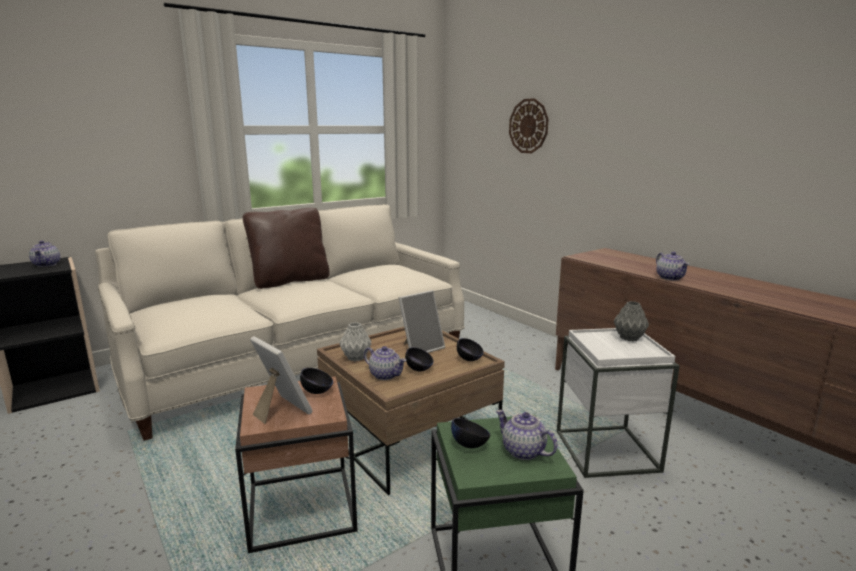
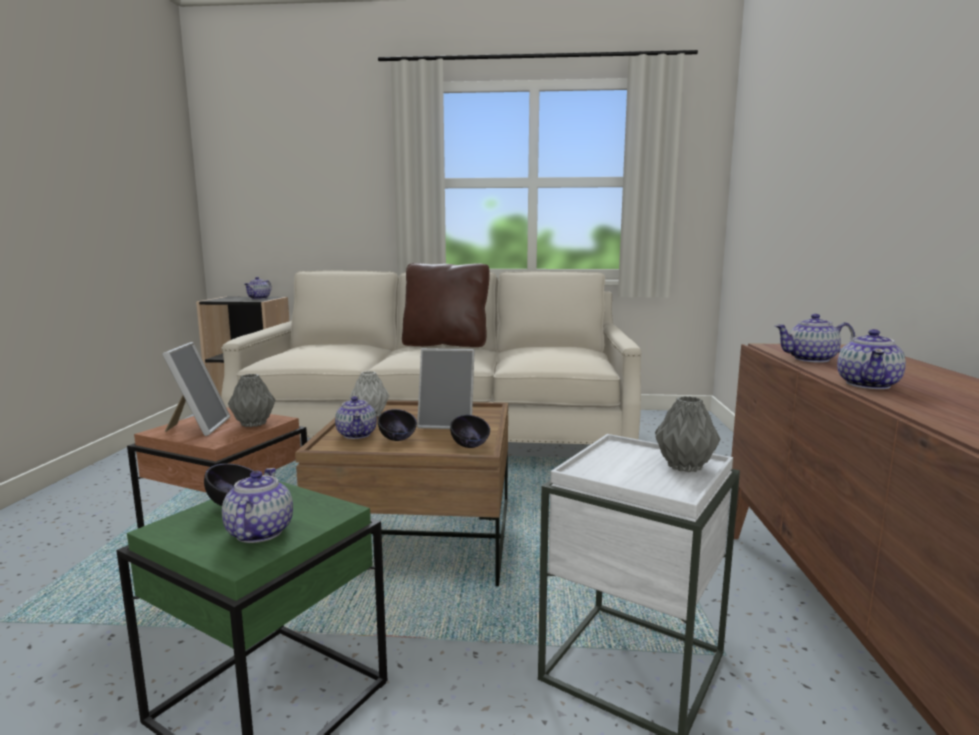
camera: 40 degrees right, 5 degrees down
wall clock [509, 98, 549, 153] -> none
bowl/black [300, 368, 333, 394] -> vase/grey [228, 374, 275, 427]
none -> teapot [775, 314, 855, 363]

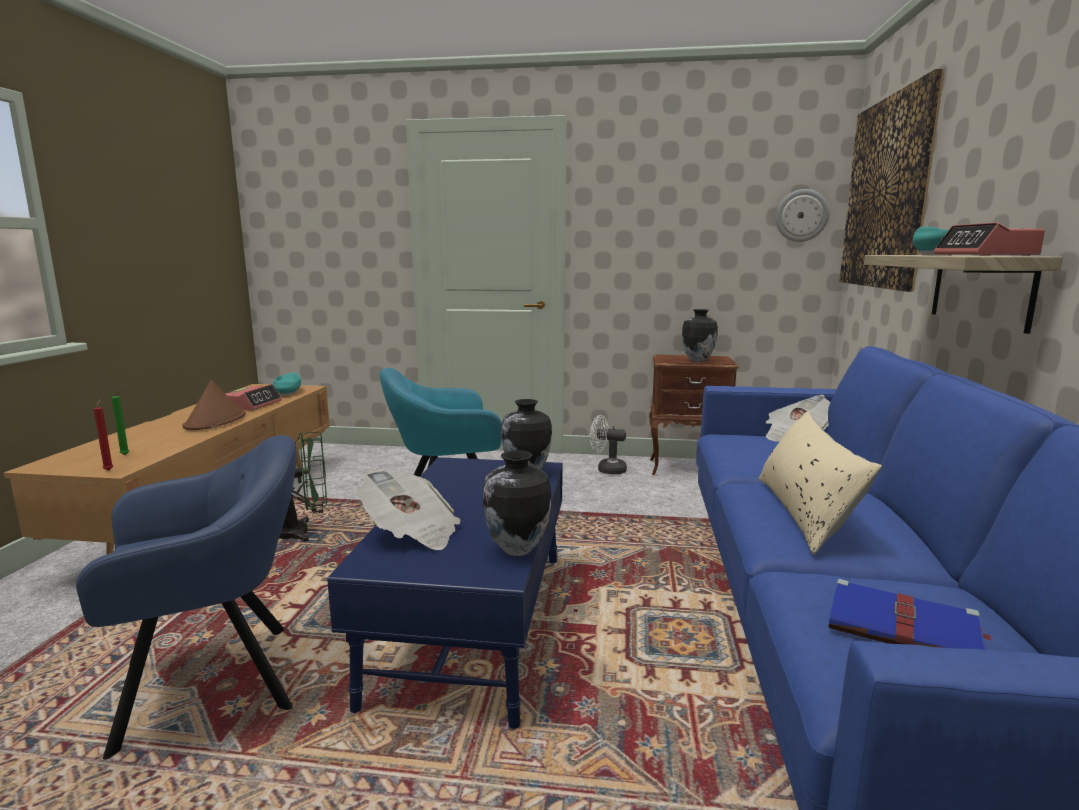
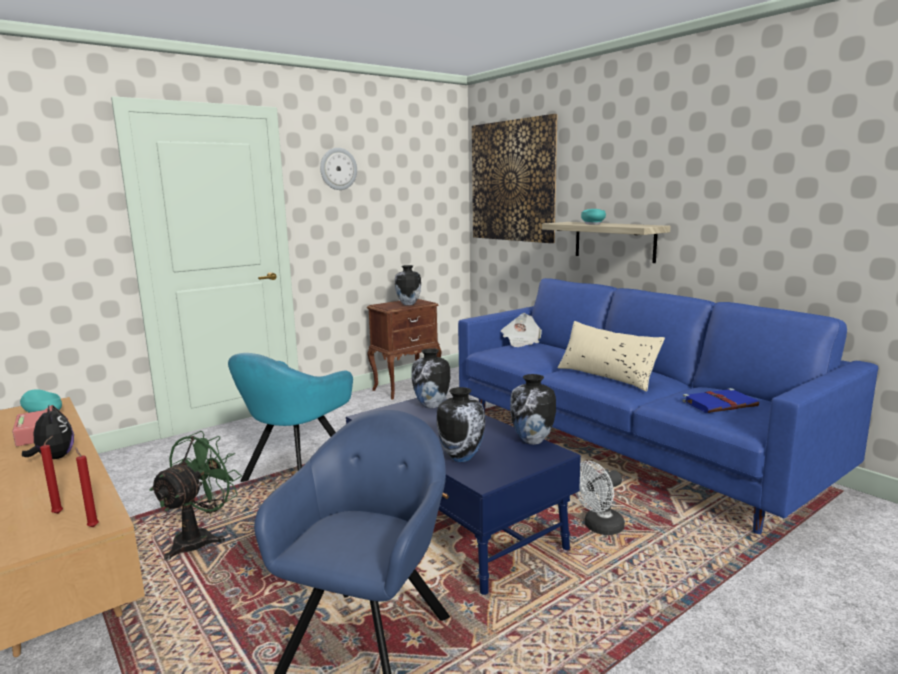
camera: 45 degrees left, 0 degrees up
wall clock [776, 189, 829, 242] -> wall clock [320, 148, 357, 190], moved
alarm clock [934, 222, 1045, 256] -> none
hat/brown [183, 380, 246, 430] -> plush toy [22, 405, 74, 459]
candle/green [111, 390, 129, 455] -> candle/red [40, 436, 63, 514]
fan/white [590, 415, 627, 474] -> fan/white [575, 461, 625, 535], moved
newspaper [357, 470, 461, 550] -> vase [437, 387, 485, 462]

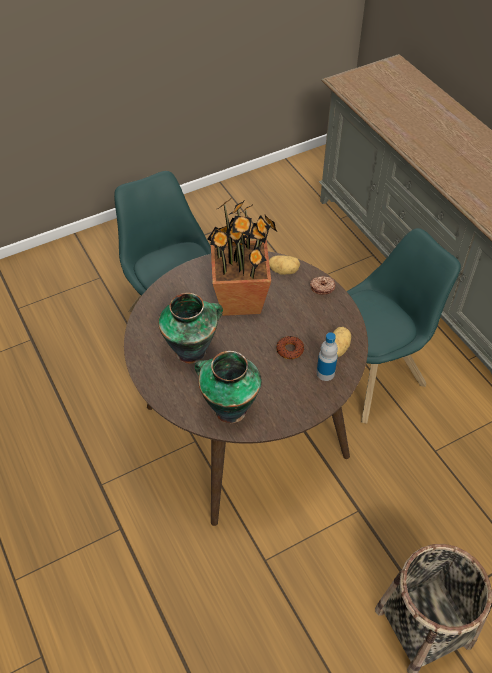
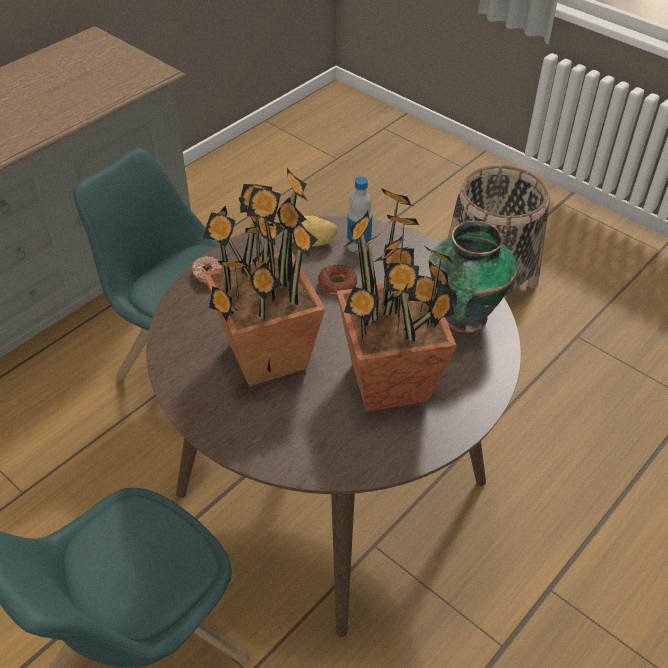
camera: 110 degrees left, 5 degrees down
potato [269, 255, 300, 275] -> none
vase [158, 293, 223, 364] -> potted plant [337, 188, 456, 412]

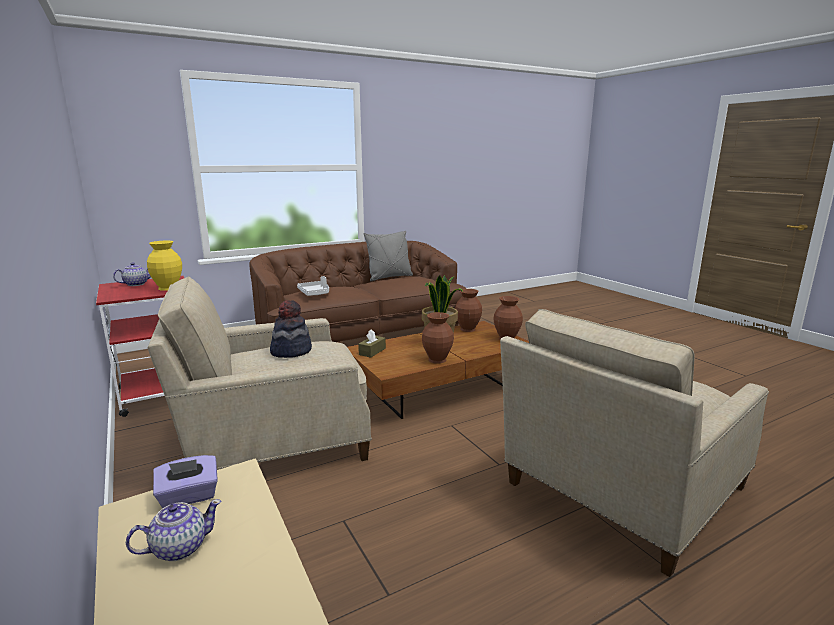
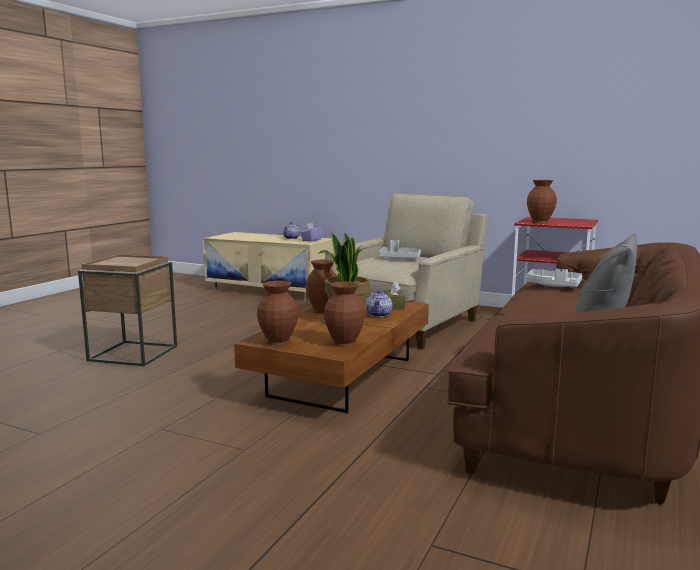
camera: 145 degrees right, 5 degrees down
vase/yellow [147, 241, 182, 291] -> vase/brown [527, 180, 557, 223]
teapot [113, 262, 151, 286] -> teapot [366, 290, 392, 317], moved
hat [270, 300, 312, 358] -> tray/grey [379, 240, 421, 259]
armchair/beige [500, 309, 769, 577] -> side table/brown [78, 254, 177, 366]

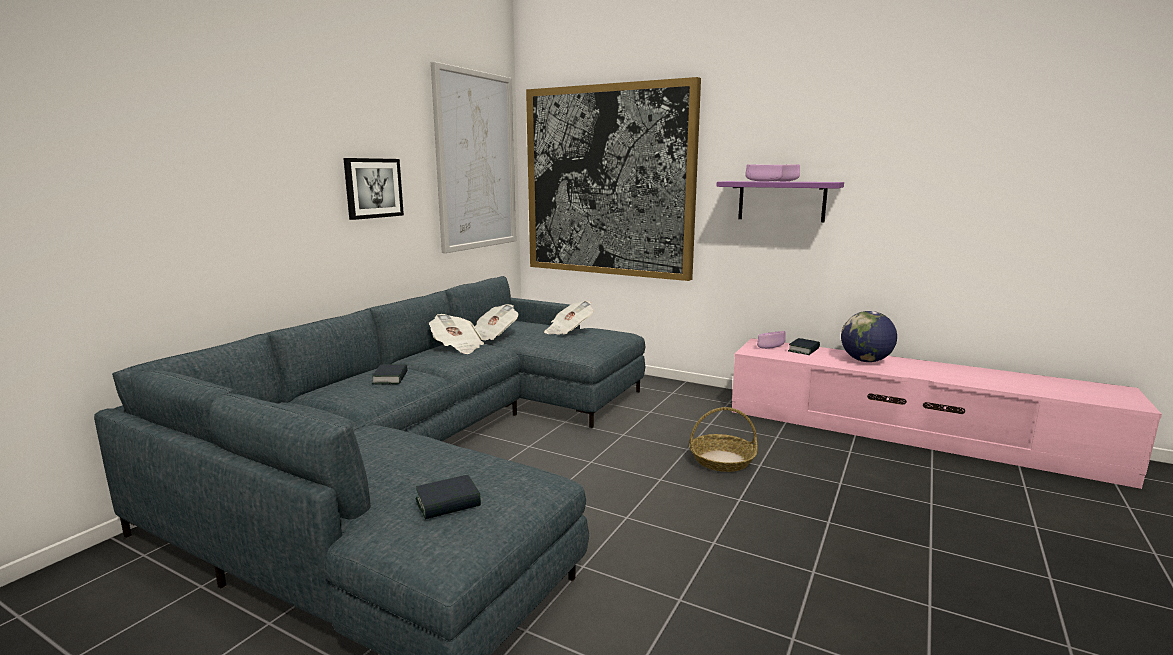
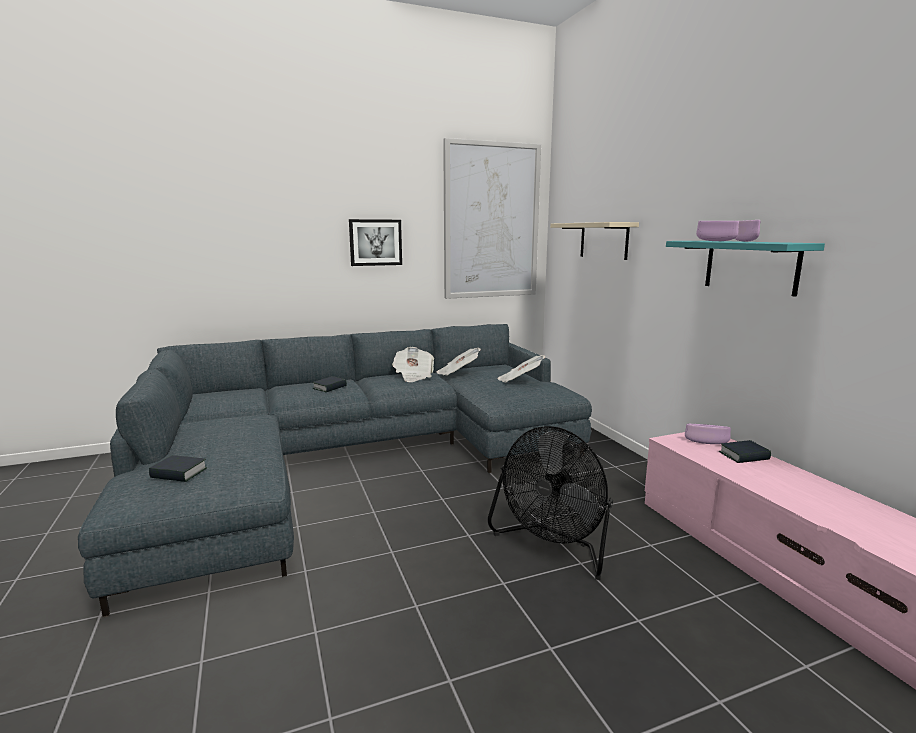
camera: 40 degrees right, 0 degrees up
picture [526, 77, 701, 281] -> shelf/beige [550, 222, 639, 260]
shelf/purple [717, 181, 844, 222] -> shelf/turquoise [666, 241, 825, 297]
globe [841, 311, 897, 362] -> none
basket [689, 407, 758, 472] -> fan/black [488, 426, 613, 580]

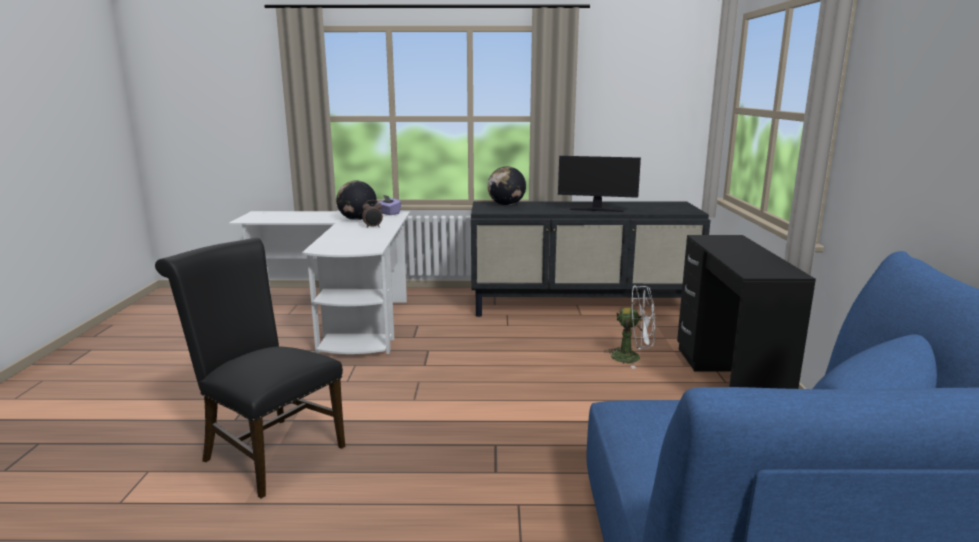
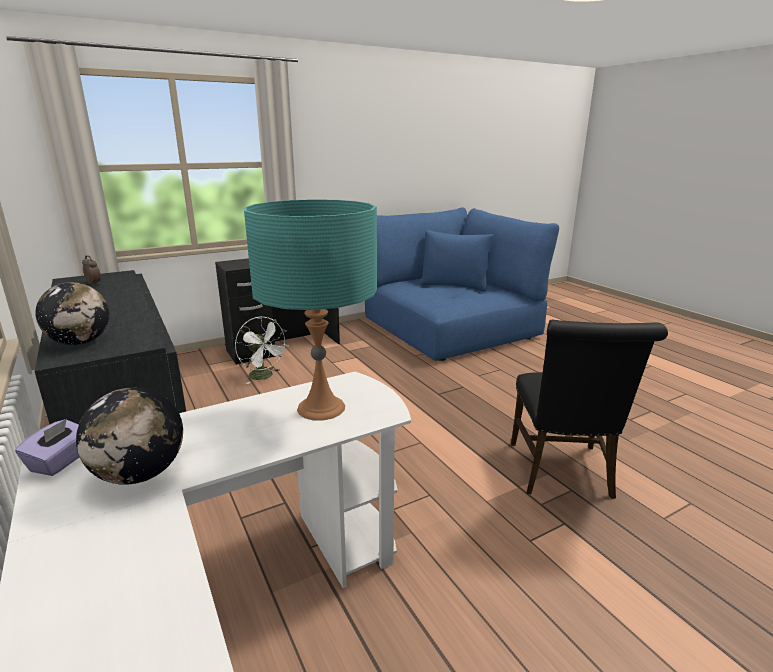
camera: 120 degrees left, 5 degrees up
monitor [558, 156, 641, 212] -> none
alarm clock [362, 200, 383, 228] -> alarm clock [82, 255, 101, 286], moved
fan/white [605, 285, 656, 369] -> fan/white [235, 317, 289, 384], 150 degrees clockwise
none -> table lamp/turquoise [244, 199, 377, 420]

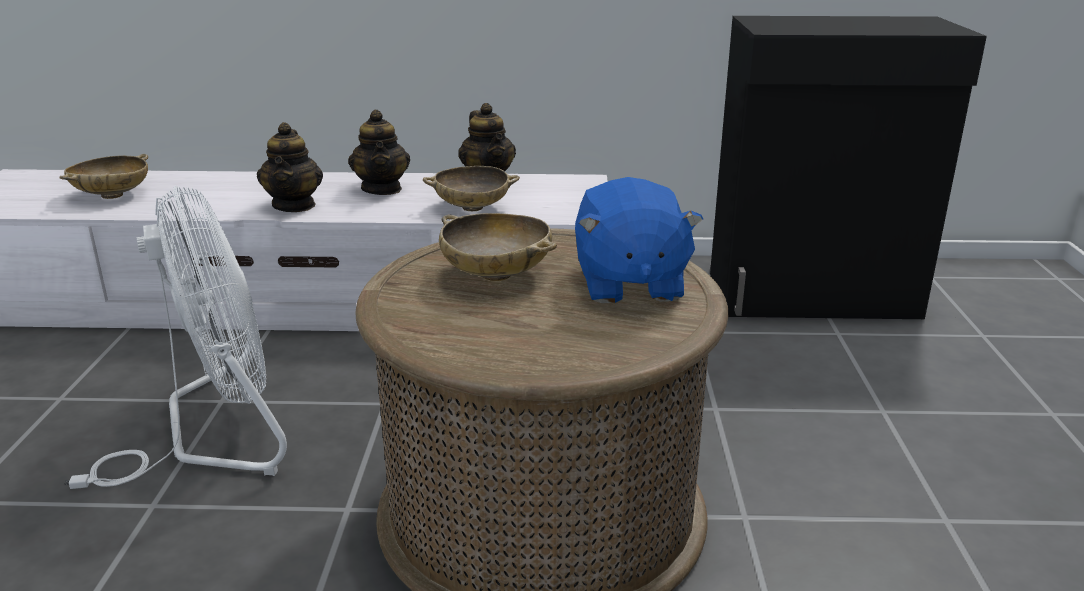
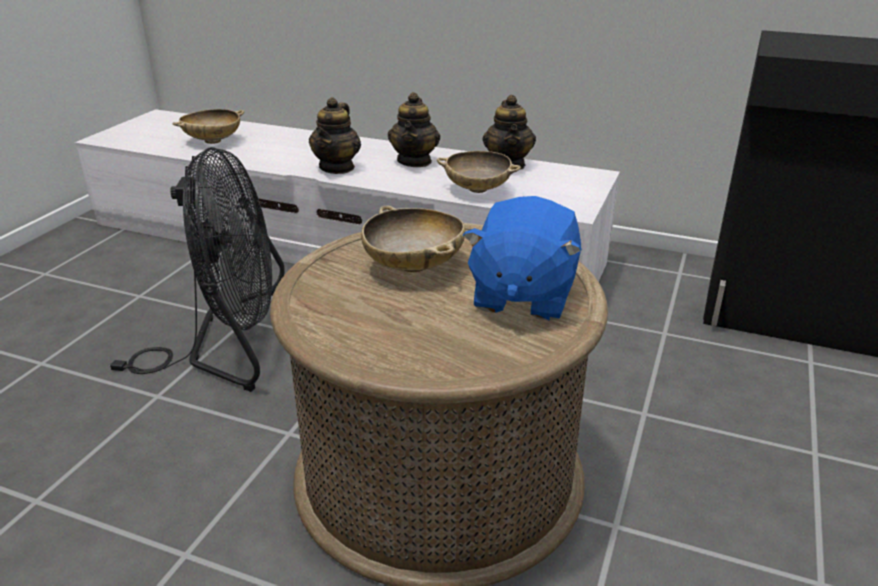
camera: 20 degrees right, 5 degrees up
fan/white [64, 186, 287, 489] -> fan/black [110, 147, 285, 392]

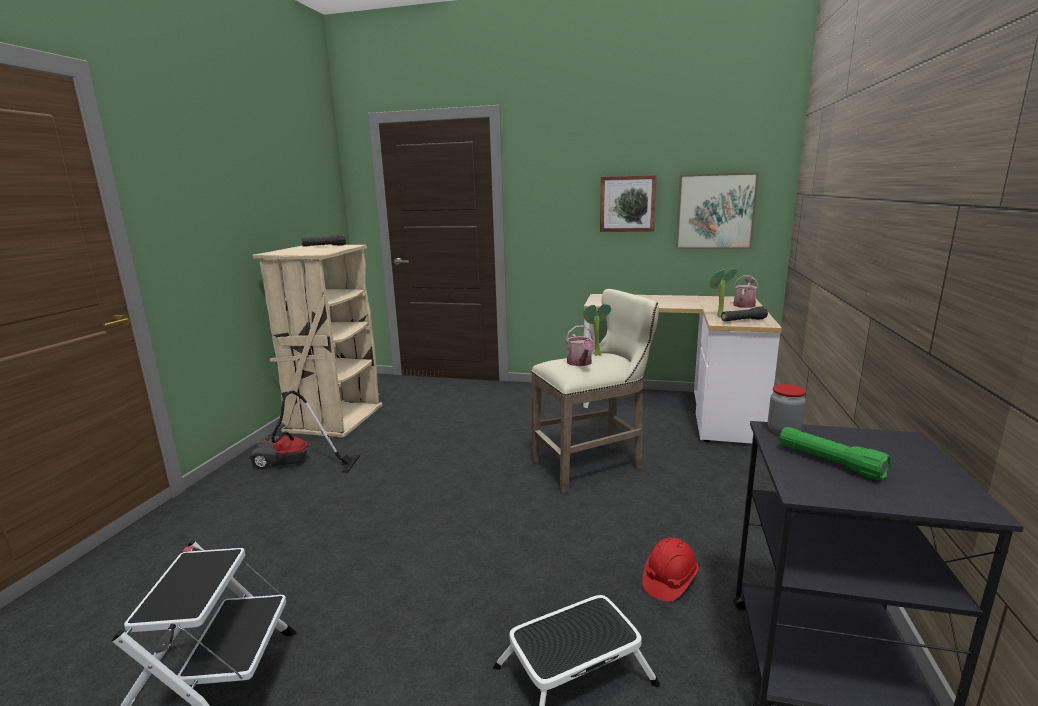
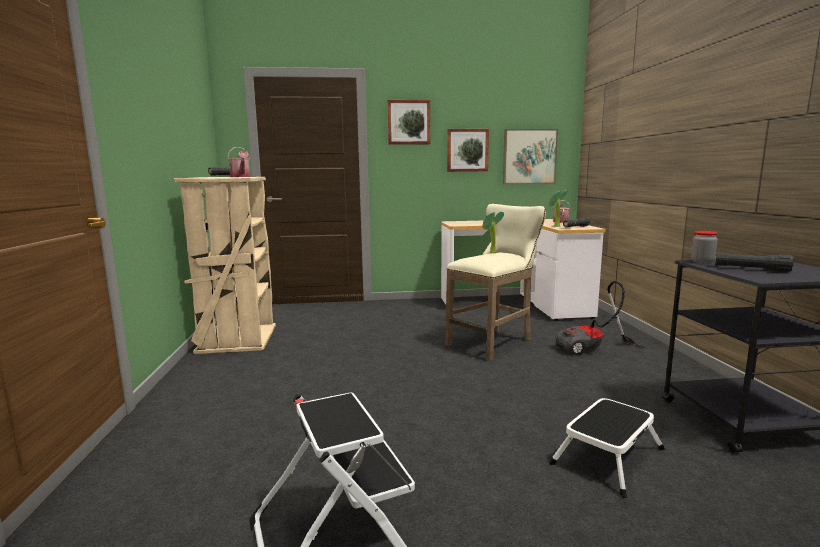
camera: 20 degrees left, 5 degrees down
watering can [565, 325, 595, 366] -> watering can [227, 147, 251, 177], moved
vacuum cleaner [249, 391, 360, 473] -> vacuum cleaner [555, 281, 645, 355], moved
flashlight/green [779, 427, 892, 480] -> flashlight/black [715, 253, 794, 272]
hard hat/red [642, 537, 699, 602] -> none
none -> picture [387, 100, 430, 145]

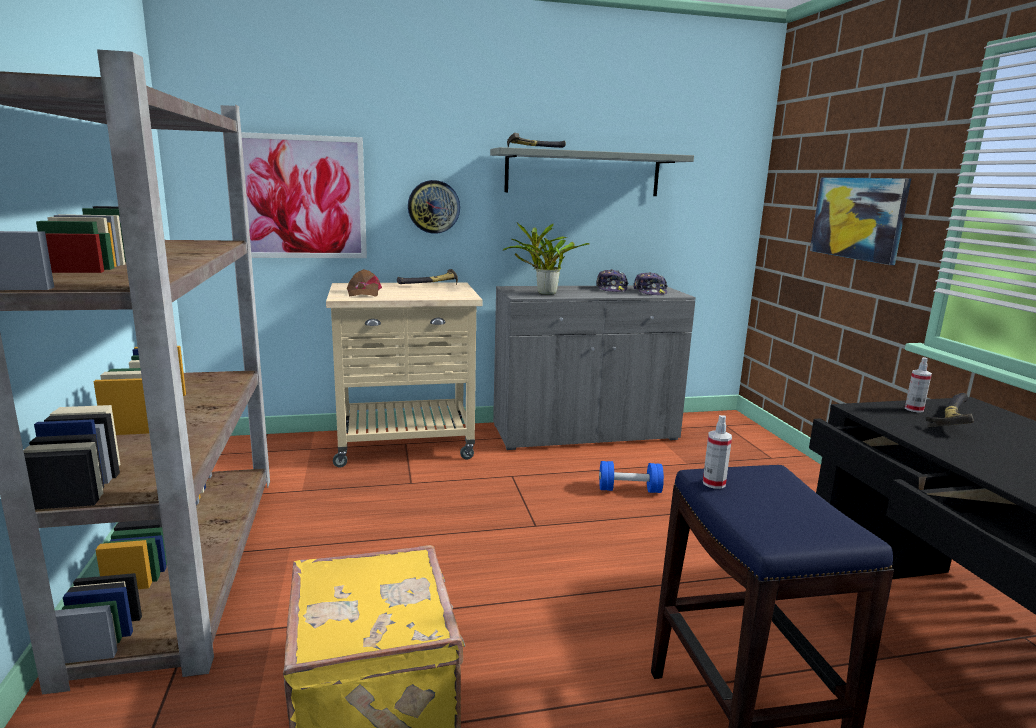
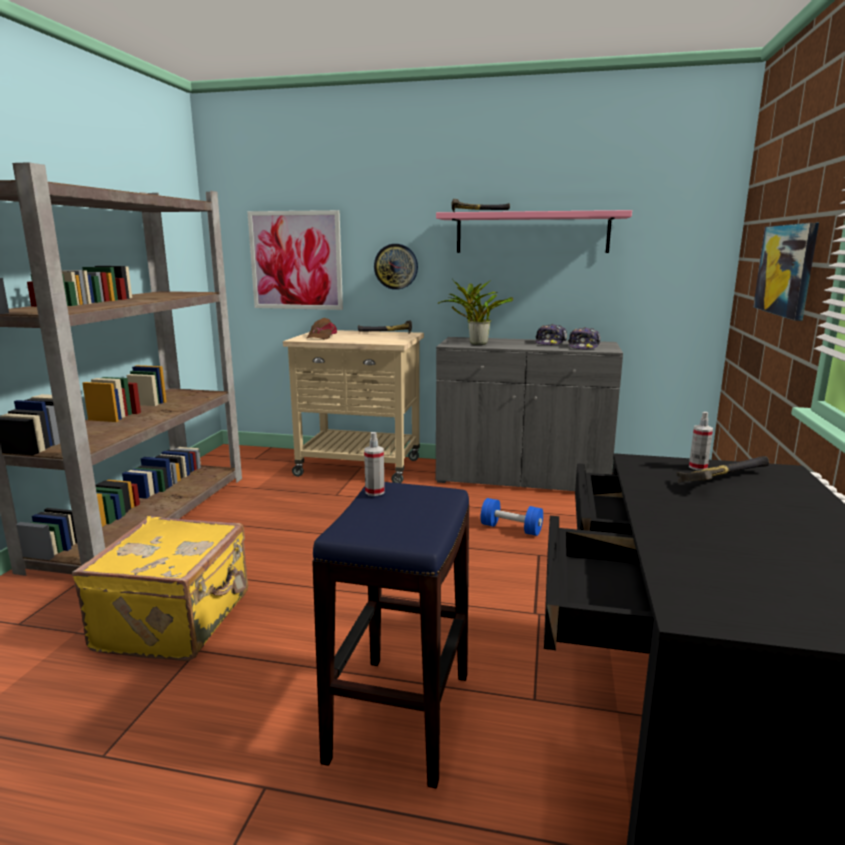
camera: 25 degrees right, 0 degrees up
shelf/grey [490, 147, 694, 196] -> shelf/pink [436, 210, 632, 253]

